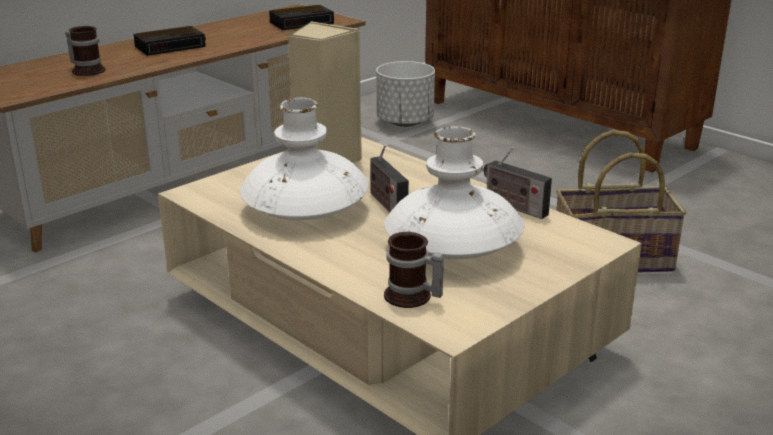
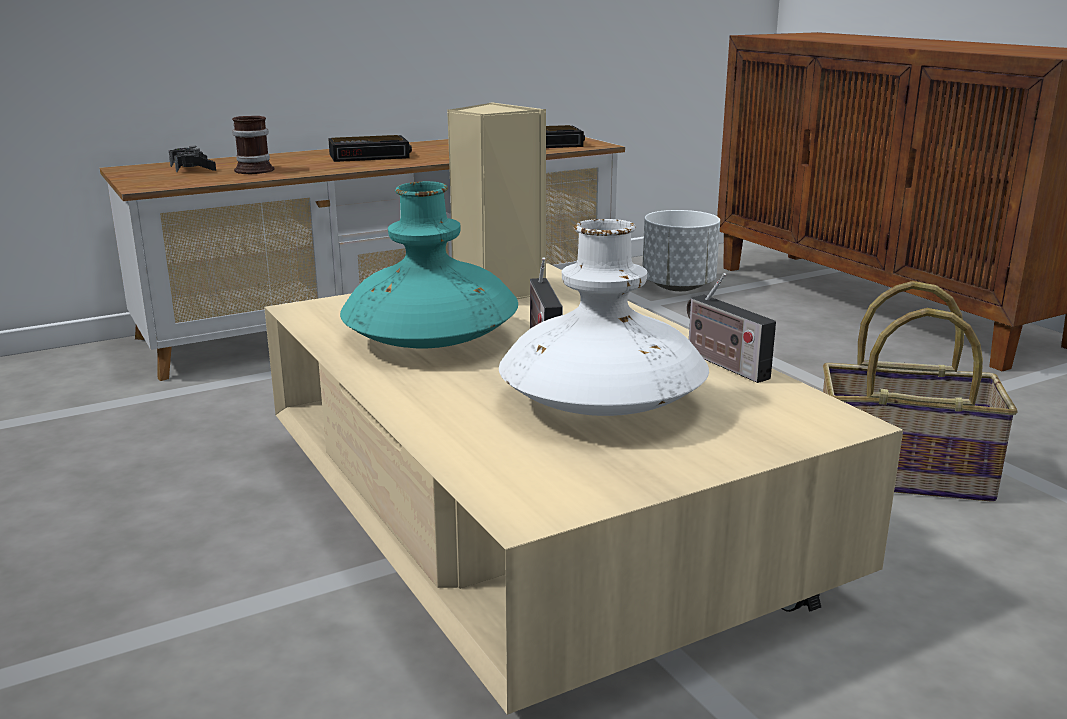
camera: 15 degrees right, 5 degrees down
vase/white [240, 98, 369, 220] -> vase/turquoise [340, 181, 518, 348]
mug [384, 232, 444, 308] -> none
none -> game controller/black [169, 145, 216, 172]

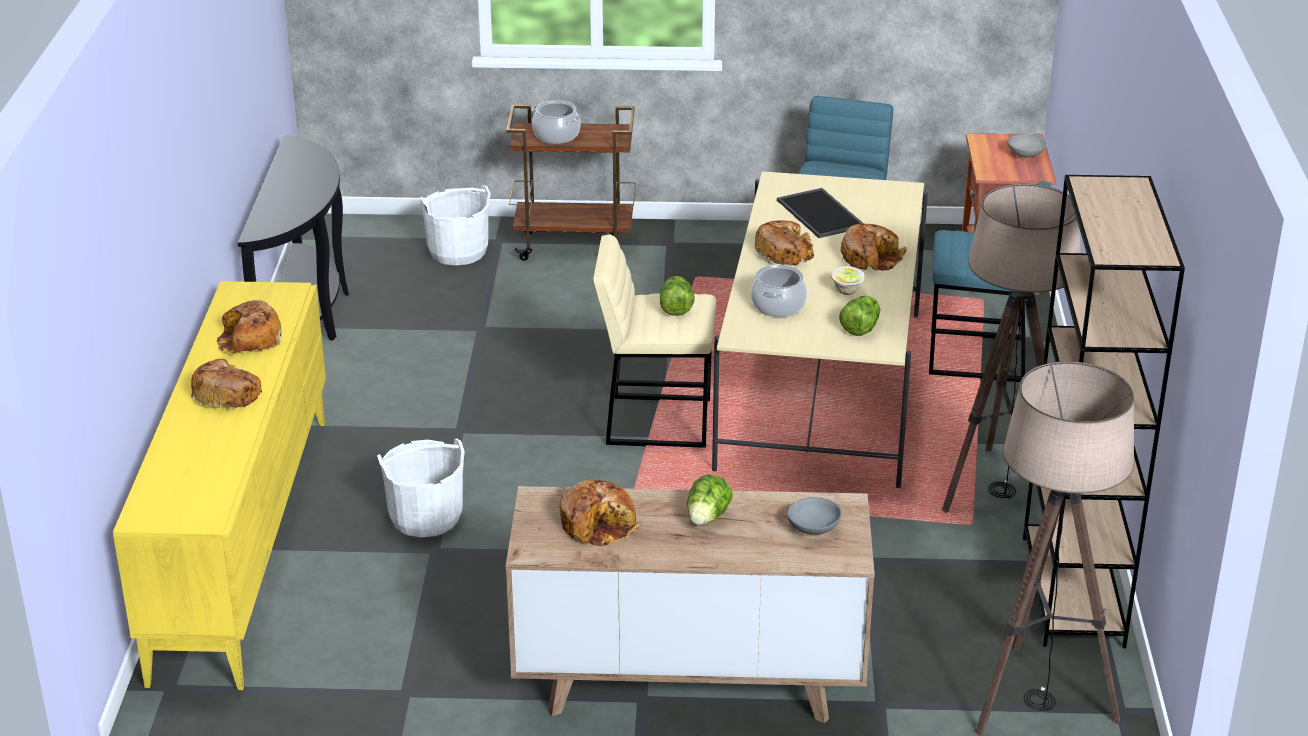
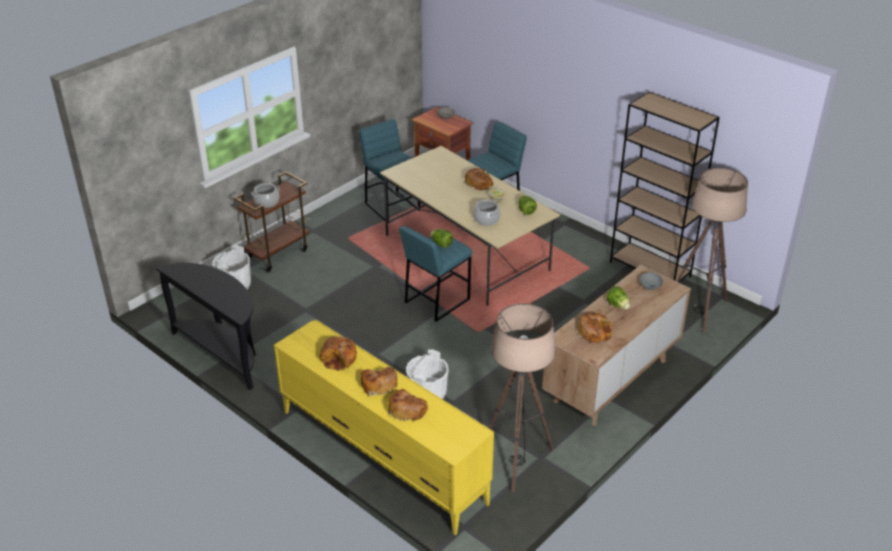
camera: 50 degrees left, 5 degrees up
floor lamp [942, 184, 1080, 513] -> floor lamp [489, 303, 556, 492], moved
tray [777, 188, 864, 238] -> none
bread [755, 220, 814, 266] -> bread [388, 389, 428, 422], moved
stool/beige [593, 234, 716, 448] -> stool/blue [399, 226, 472, 322]

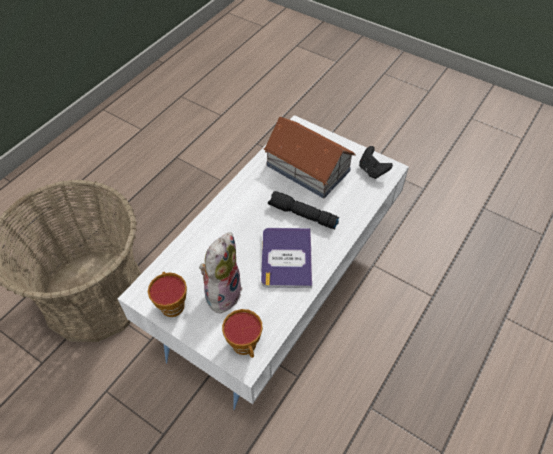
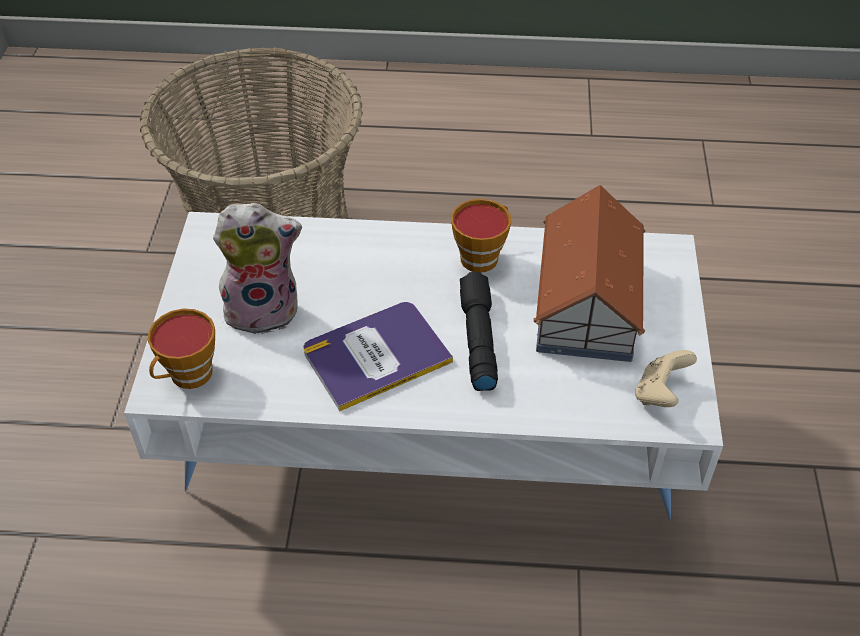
camera: 60 degrees right, 5 degrees down
game controller/black [359, 146, 393, 179] -> game controller/beige [635, 350, 697, 407]
cup [148, 272, 187, 317] -> cup [451, 199, 511, 273], moved

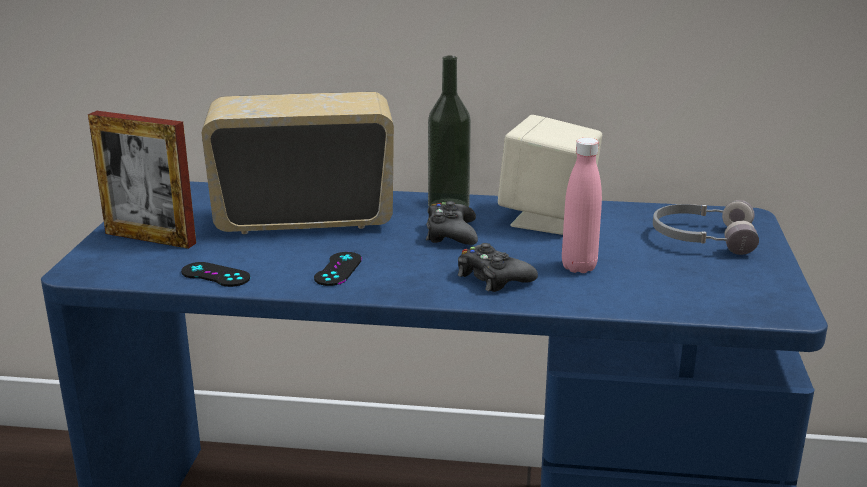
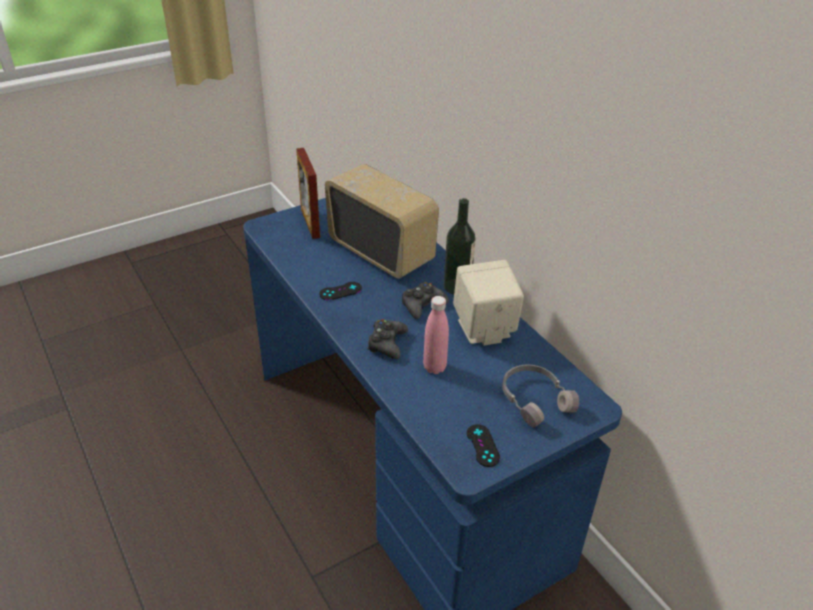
camera: 50 degrees right, 15 degrees up
game controller/black [181, 262, 250, 287] -> game controller/black [467, 424, 500, 467], moved

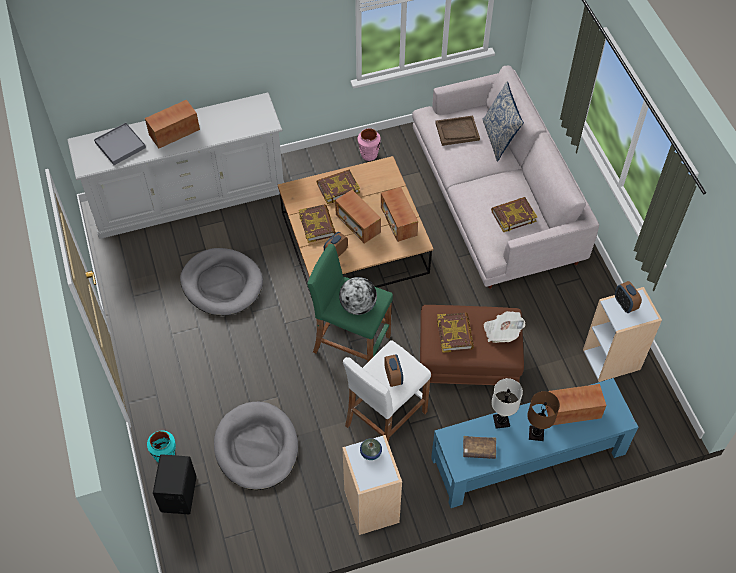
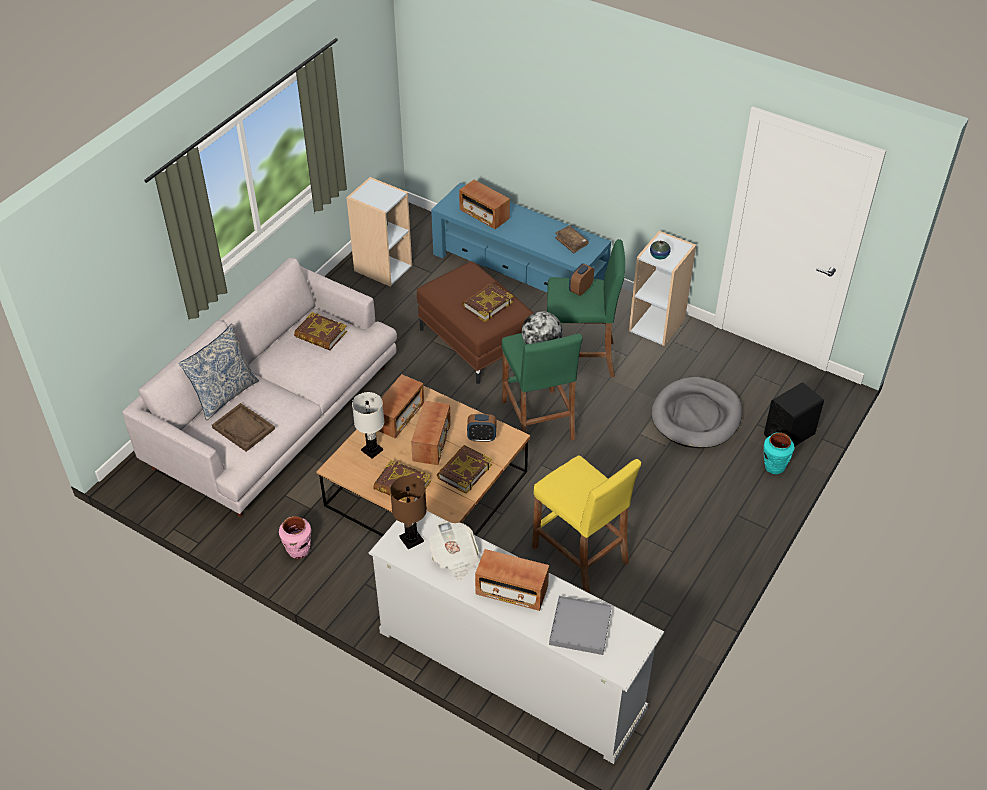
camera: 130 degrees left, 10 degrees down
dog bed/grey [180, 248, 263, 316] -> stool/yellow [532, 456, 641, 593]
alarm clock [615, 281, 642, 313] -> none
newspaper [484, 311, 525, 343] -> newspaper [429, 521, 480, 580], moved
stool/white [343, 340, 431, 442] -> stool/green [547, 239, 625, 377]
table lamp/white [491, 378, 523, 429] -> table lamp/white [352, 392, 384, 459], moved
table lamp/brown [527, 391, 560, 441] -> table lamp/brown [390, 476, 427, 550], moved

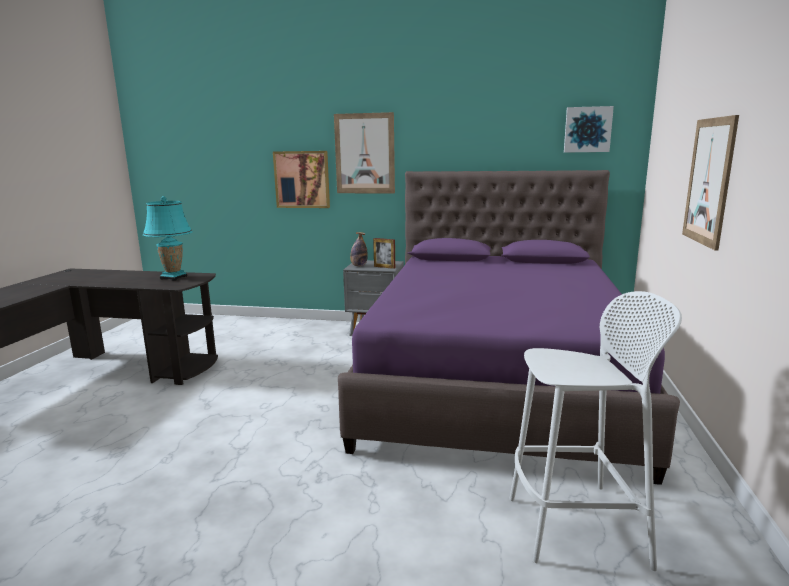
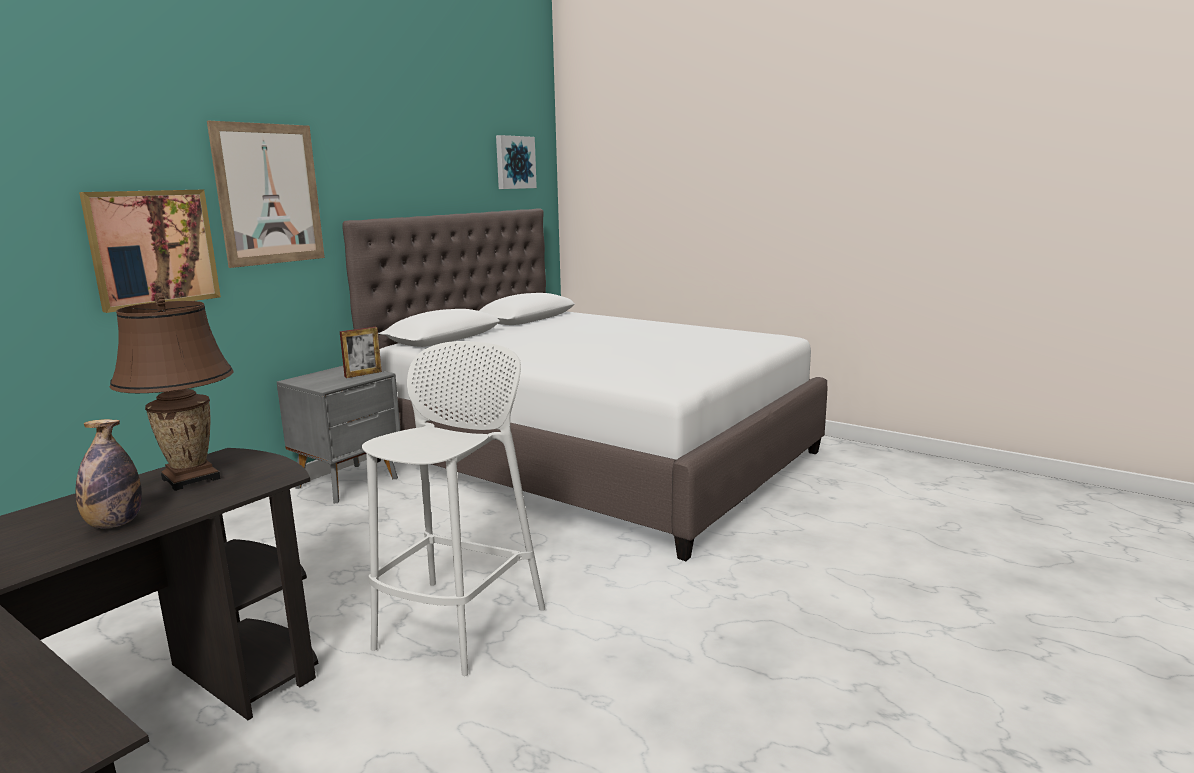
camera: 65 degrees left, 0 degrees up
picture [682, 115, 739, 251] -> none
bed/purple [338, 170, 680, 485] -> bed/white [342, 208, 827, 561]
table lamp/turquoise [143, 196, 193, 281] -> table lamp/brown [110, 293, 234, 491]
bottle [350, 232, 368, 266] -> bottle [76, 419, 142, 528], moved
stool/white [509, 291, 682, 571] -> stool/white [362, 341, 545, 676], moved

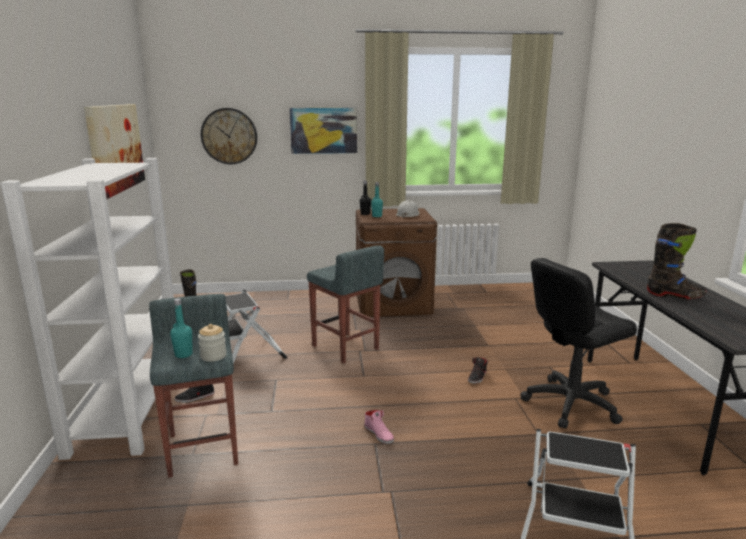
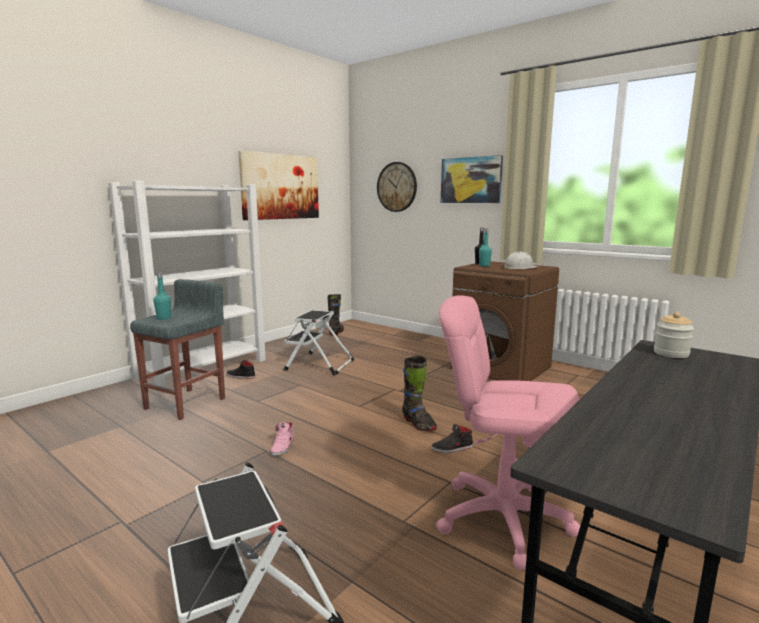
camera: 45 degrees right, 5 degrees down
boot/black [647, 223, 707, 299] -> boot/black [402, 356, 437, 431], moved
stool/grey [307, 245, 384, 363] -> none
office chair/black [520, 258, 637, 428] -> office chair/pink [436, 295, 580, 570]
jar [198, 324, 227, 362] -> jar [654, 312, 694, 358], moved

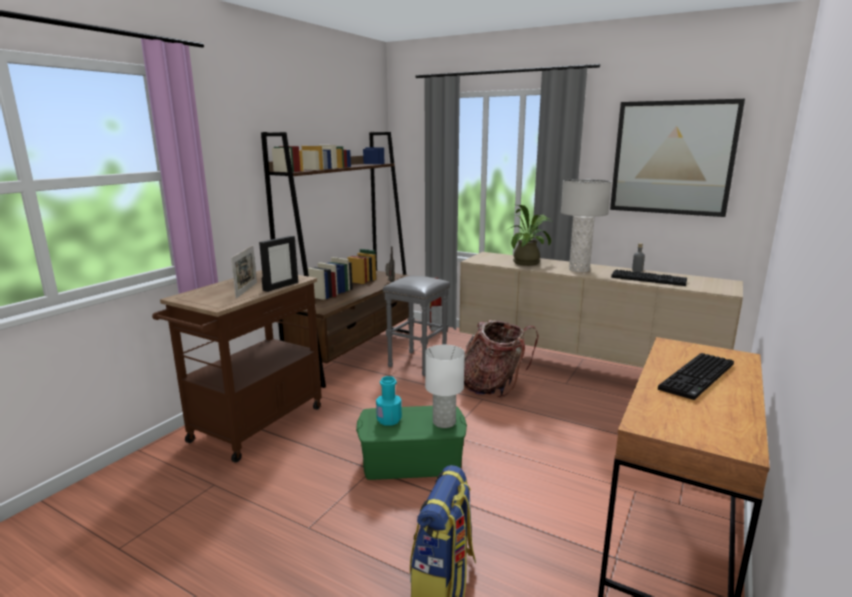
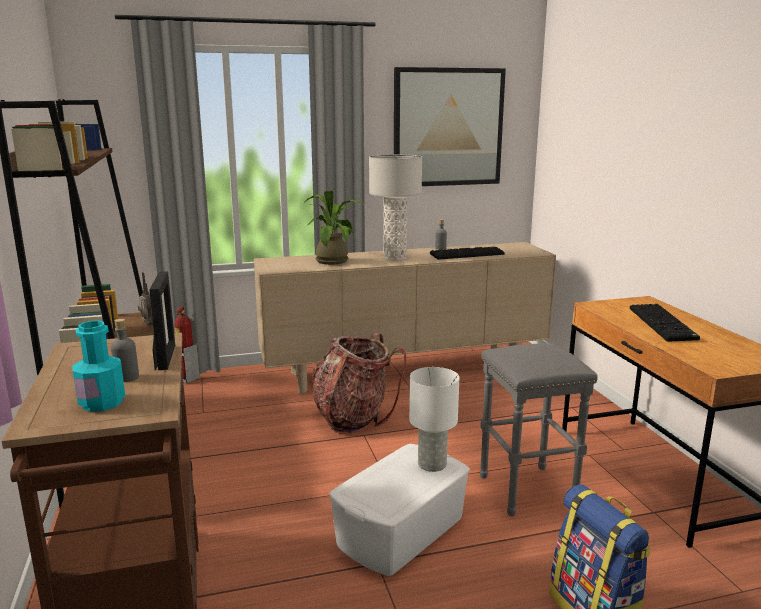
camera: 45 degrees left, 0 degrees up
picture frame [231, 245, 257, 299] -> bottle/grey [111, 319, 139, 382]
stool/grey [383, 276, 450, 376] -> stool/grey [480, 343, 598, 516], moved
bottle/turquoise [376, 376, 402, 426] -> bottle/turquoise [72, 321, 125, 412], moved
storage box/green [356, 406, 467, 480] -> storage box/white [329, 444, 470, 576]

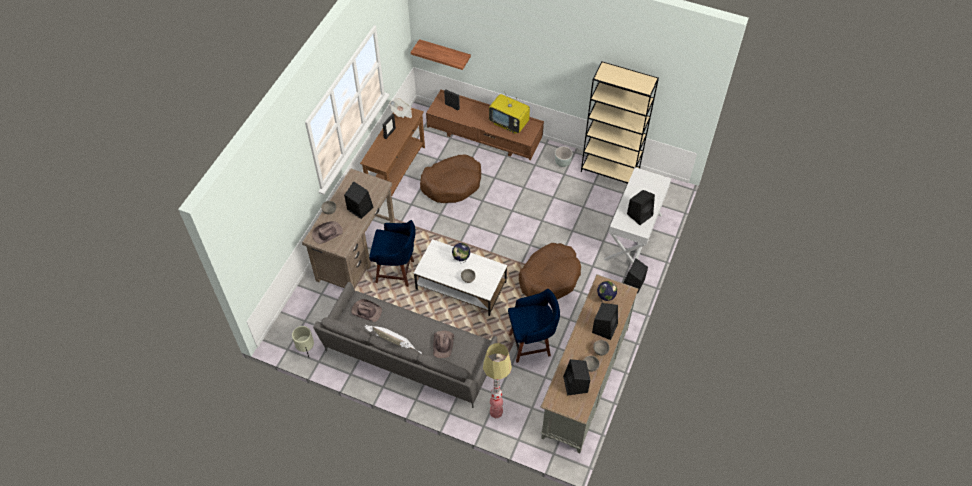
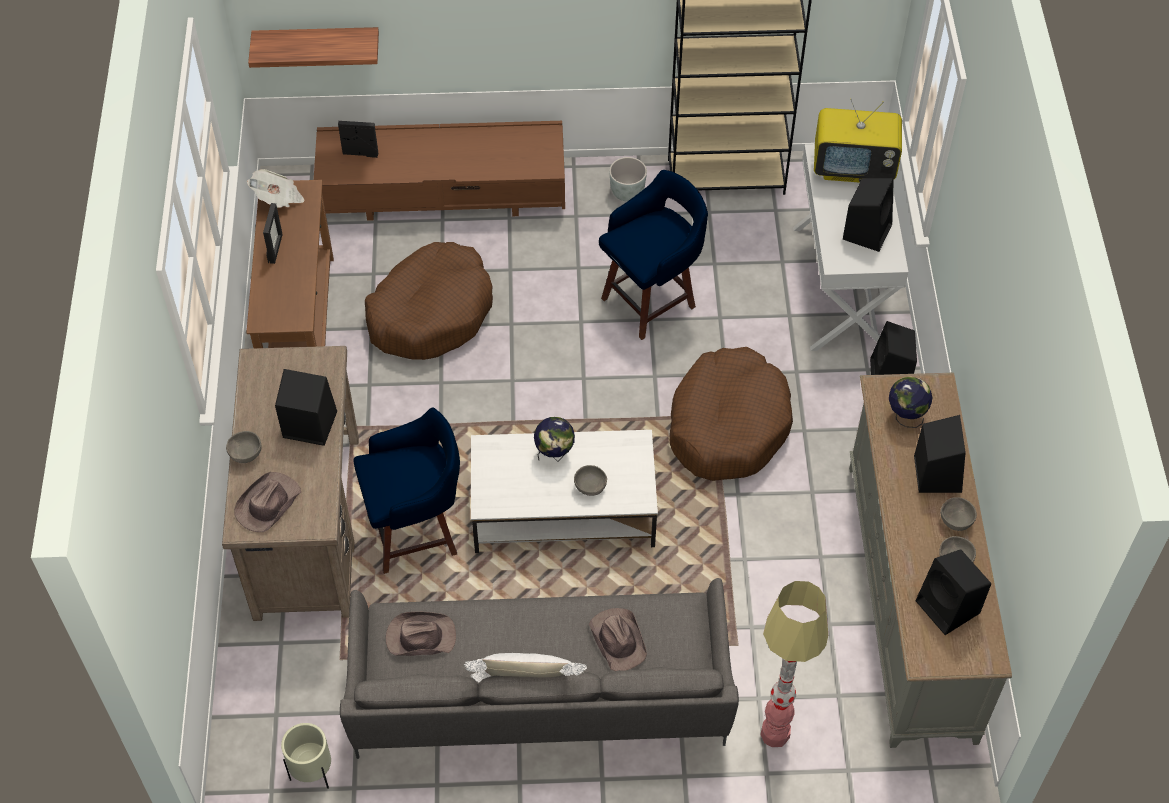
camera: 25 degrees left, 0 degrees up
television [489, 94, 530, 134] -> television [814, 98, 902, 183], moved
stool/blue [508, 289, 560, 363] -> stool/blue [599, 170, 708, 340], moved

